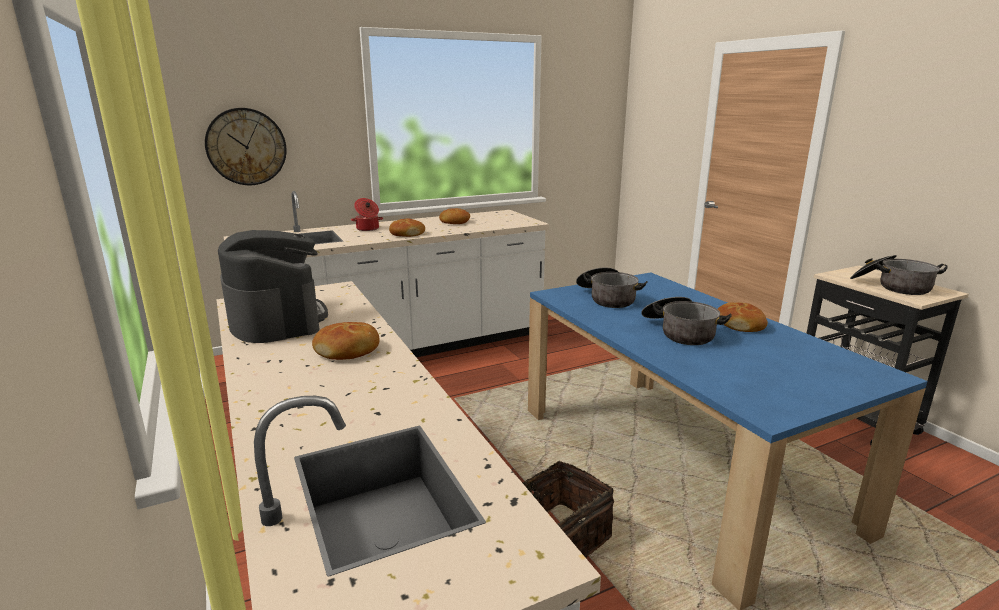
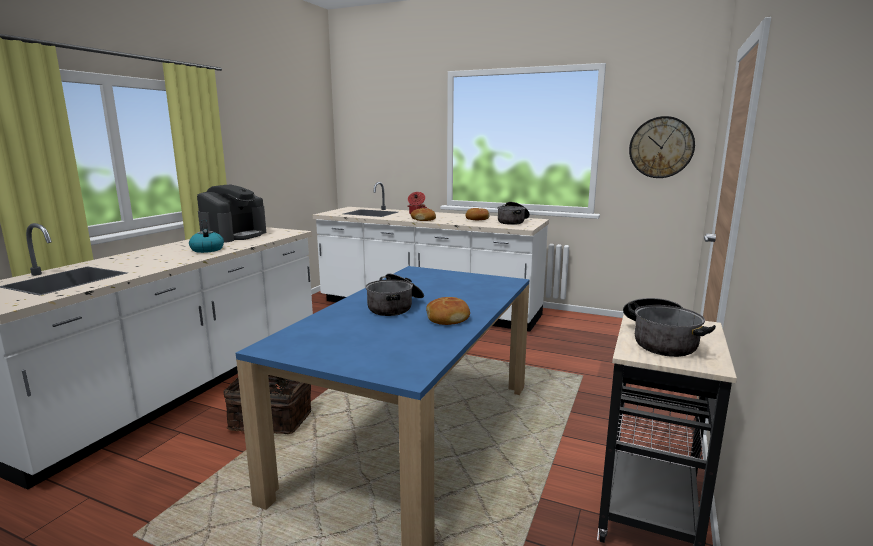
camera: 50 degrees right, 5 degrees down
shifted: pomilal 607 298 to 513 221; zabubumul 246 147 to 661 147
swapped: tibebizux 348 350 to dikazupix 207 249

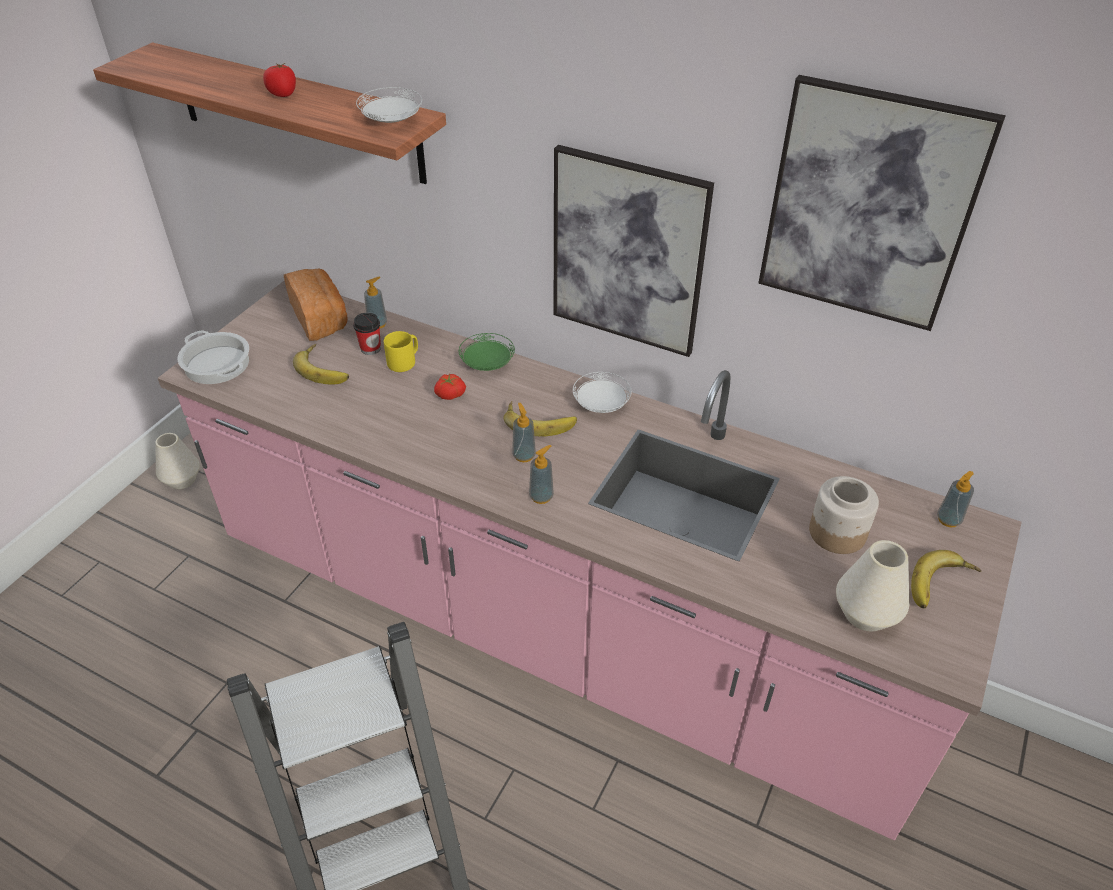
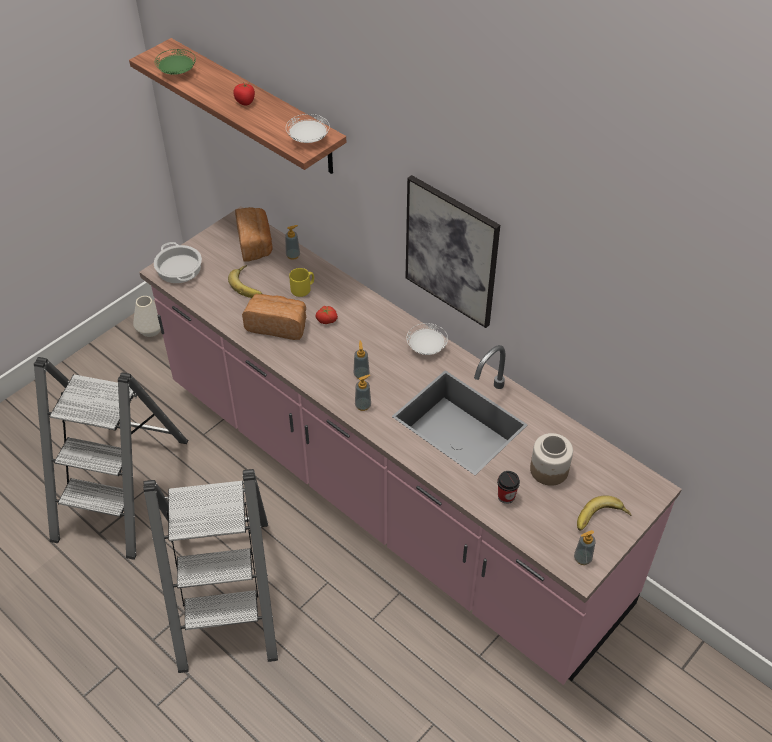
camera: 15 degrees right, 5 degrees up
gone: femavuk 539 421; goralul 869 206; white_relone 866 613
new: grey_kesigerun 122 487; tibebizux 278 325
shifted: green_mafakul 487 364 to 177 72; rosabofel 370 348 to 506 496; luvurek 948 520 to 582 558

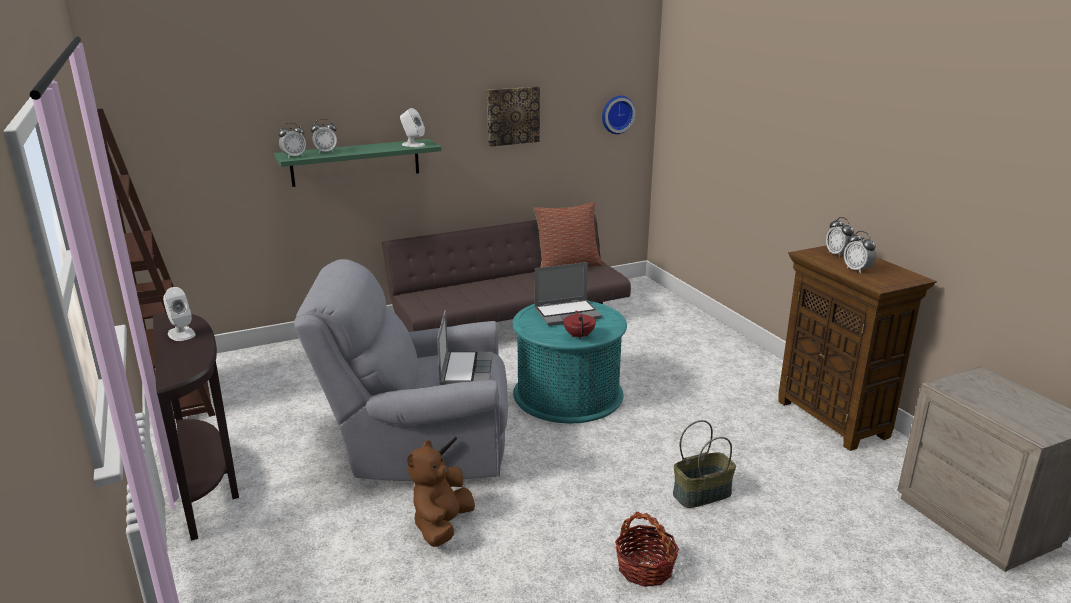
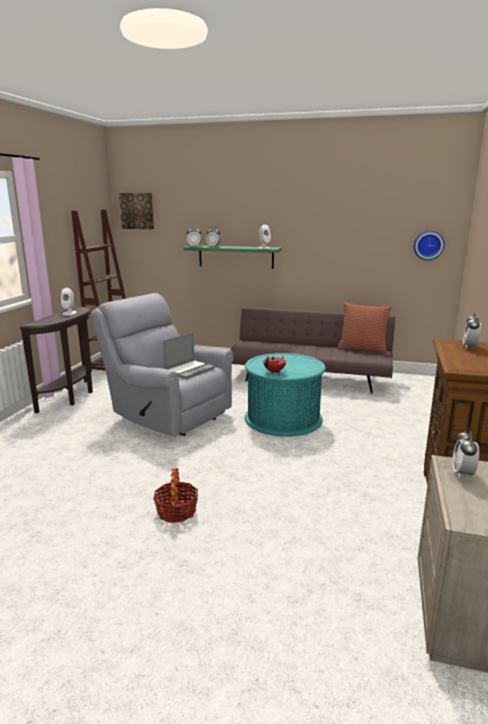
camera: 40 degrees right, 5 degrees down
gone: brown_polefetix 442 525; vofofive 567 313; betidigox 702 493
shifted: goralul 512 116 to 137 211; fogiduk 857 270 to 462 473

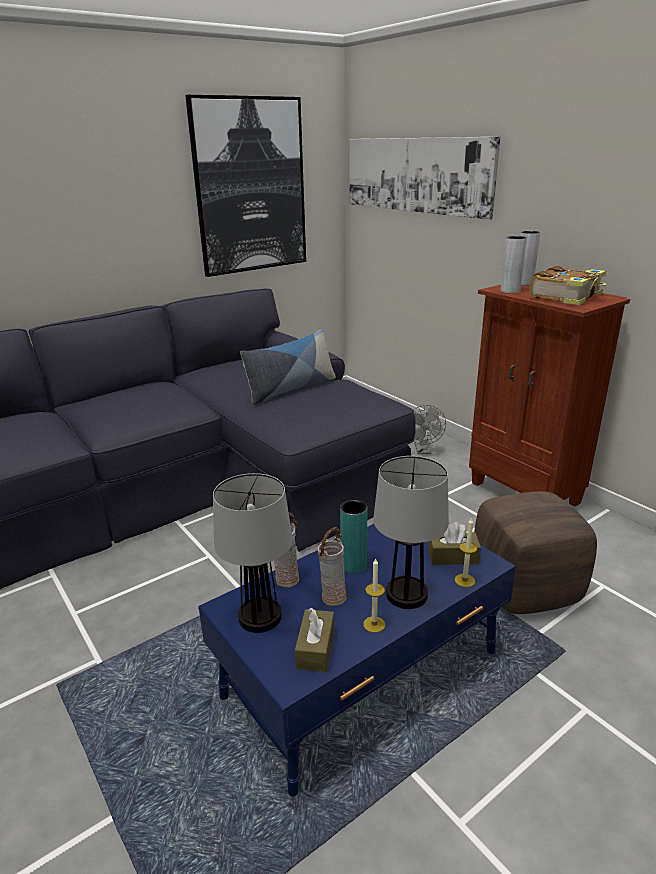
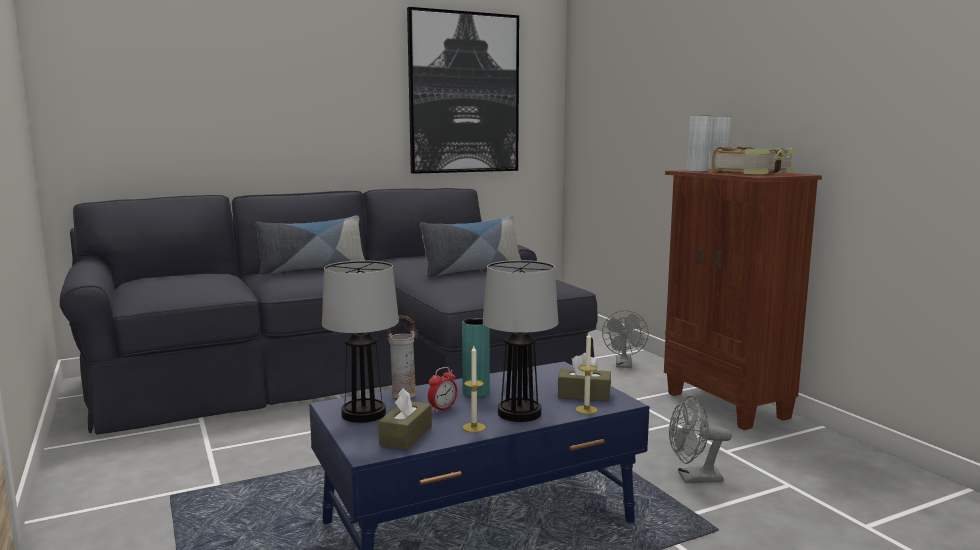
camera: 10 degrees right, 15 degrees down
gone: goralul 416 175
new: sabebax 312 269
swapped: relone 332 597 to fogiduk 442 409; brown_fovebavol 525 589 to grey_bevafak 693 478

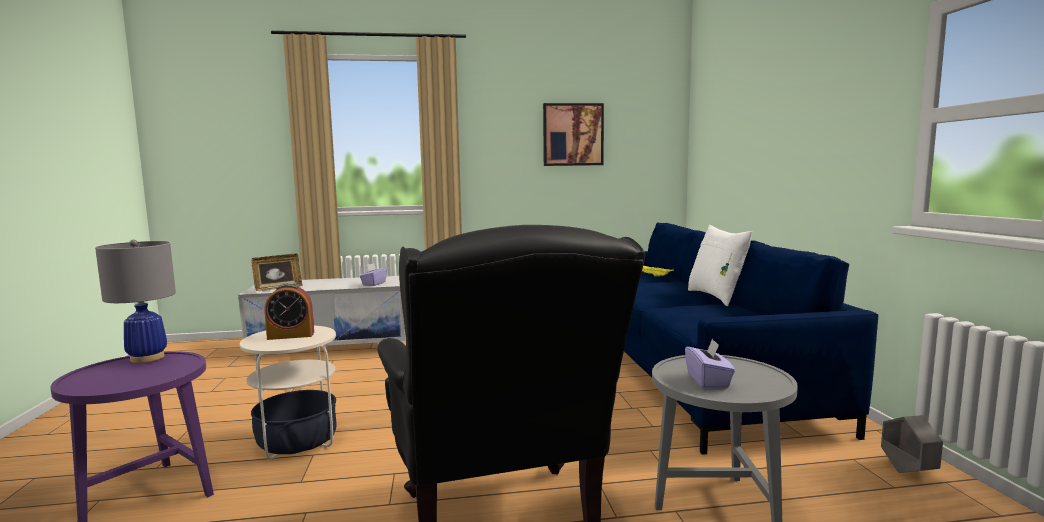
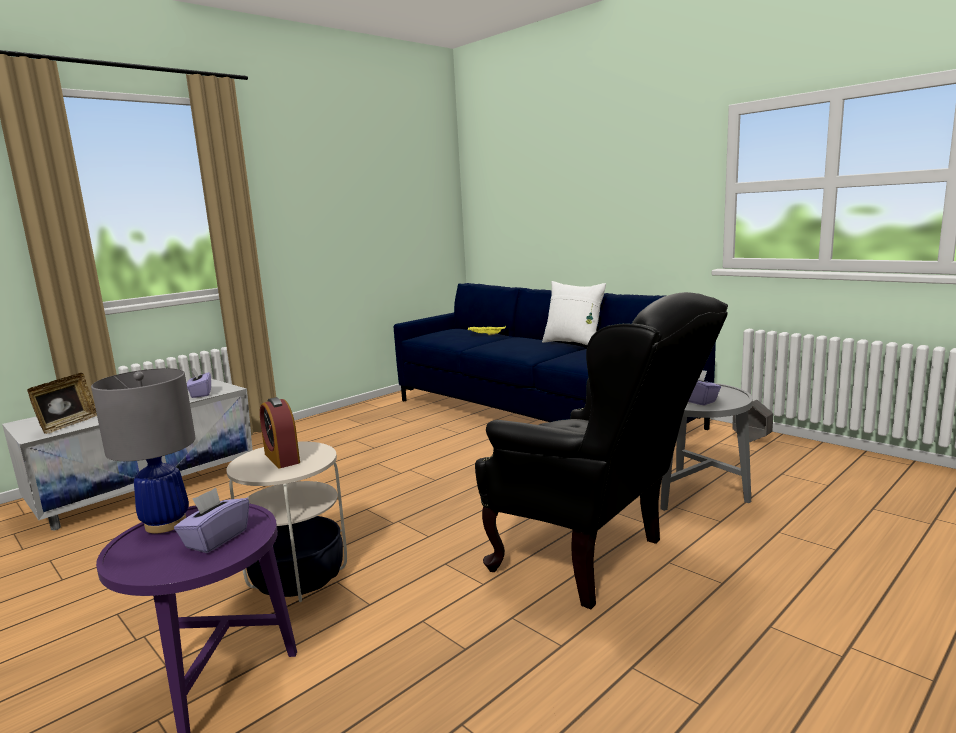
camera: 35 degrees left, 5 degrees up
gone: goralul 573 134
new: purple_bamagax 216 539
rotated: fogiduk 291 335 = 282 458 105 degrees clockwise

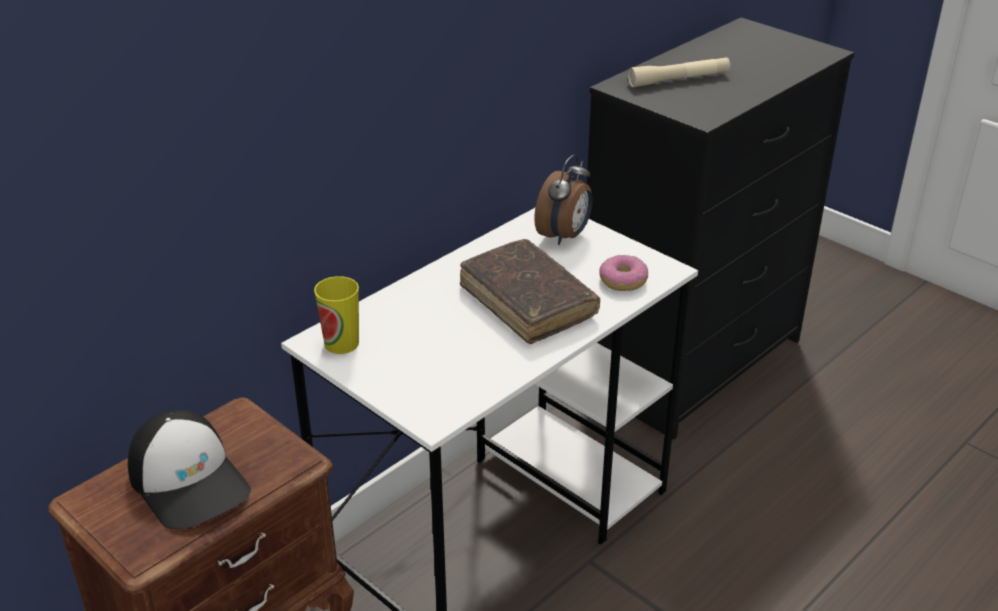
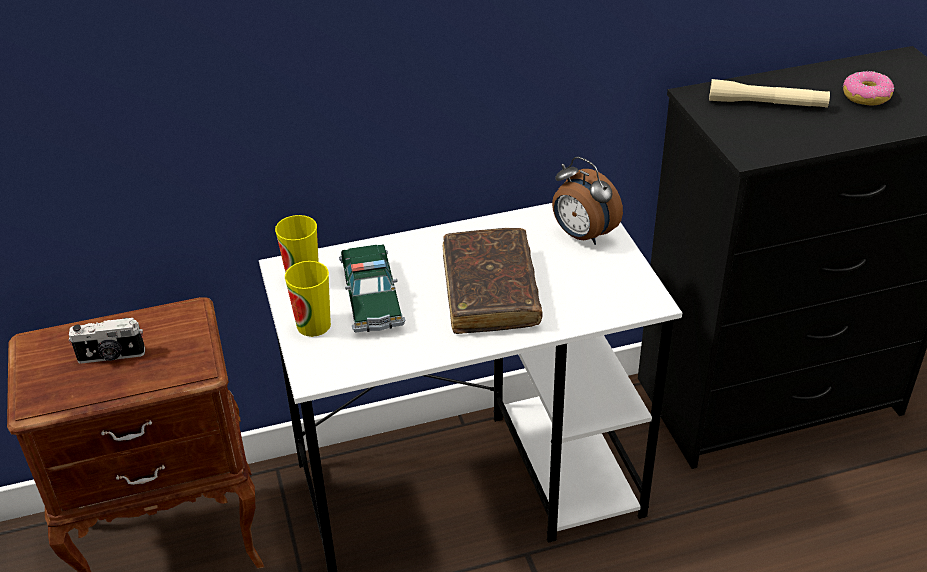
camera: 30 degrees right, 5 degrees up
new: rosabofel 313 325; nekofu 371 298
shifted: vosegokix 623 280 to 866 96
swapped: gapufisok 190 481 to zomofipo 111 356
rotated: fogiduk 565 236 = 582 235 75 degrees clockwise

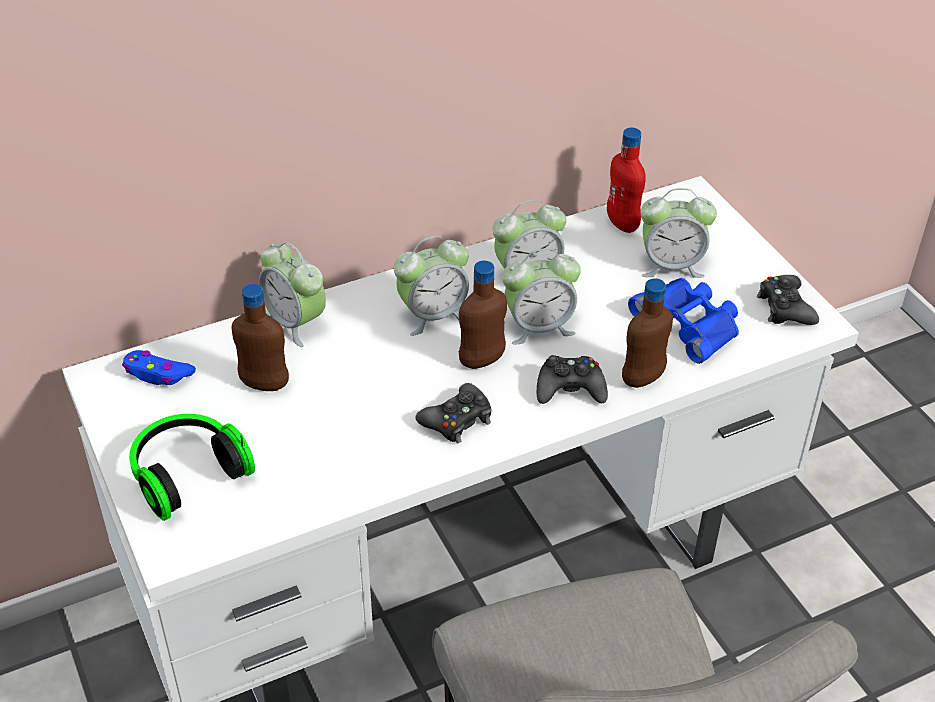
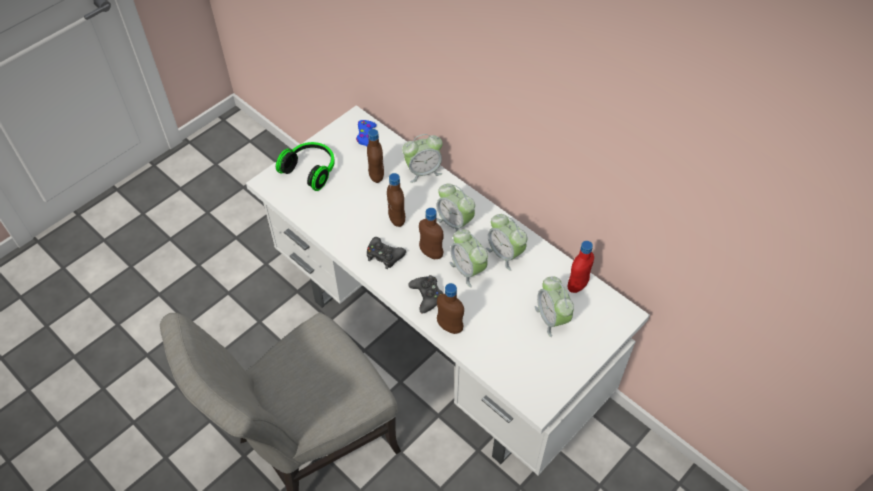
camera: 70 degrees right, 10 degrees up
gone: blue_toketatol 689 324; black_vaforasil 785 308
new: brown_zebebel 397 219
rotated: fogiduk 295 322 = 423 171 135 degrees counterclockwise

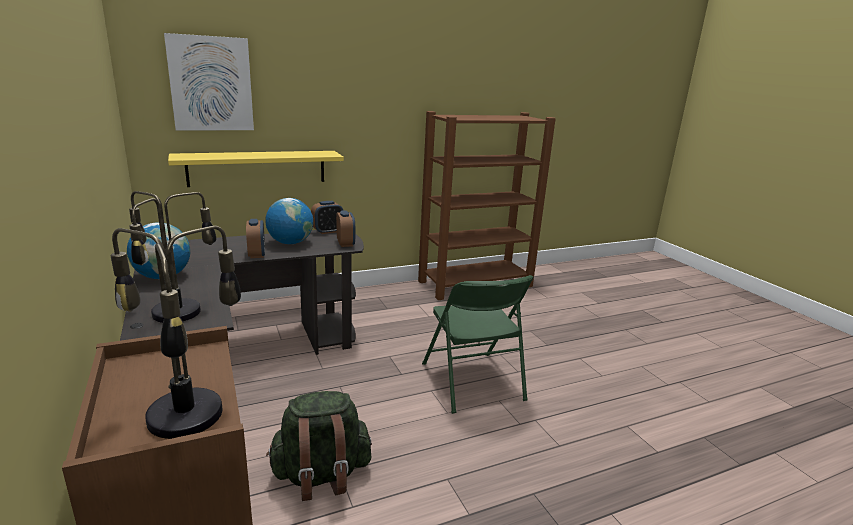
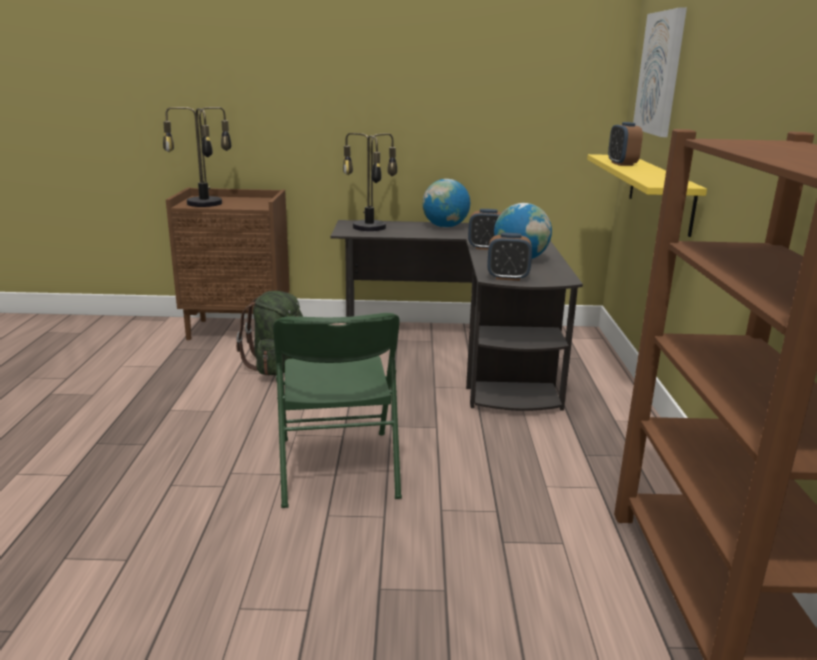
camera: 115 degrees right, 0 degrees up
shifted: fogiduk 327 231 to 622 164
rotated: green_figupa 471 381 = 337 468 105 degrees counterclockwise

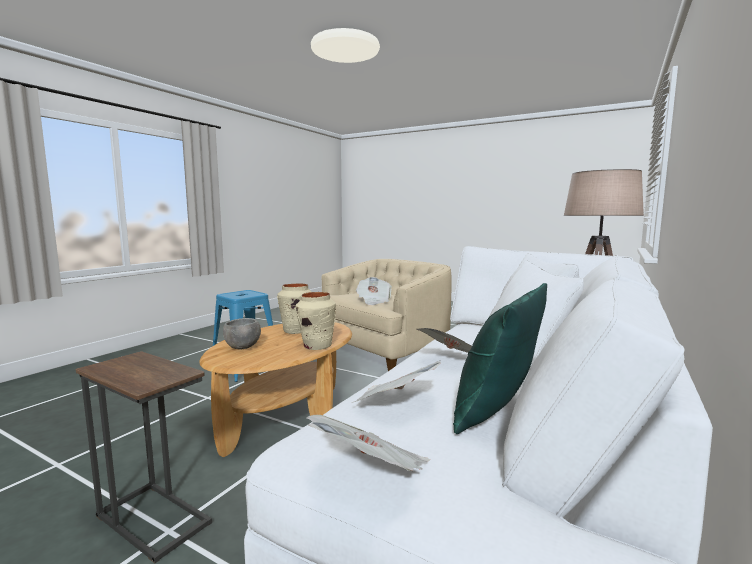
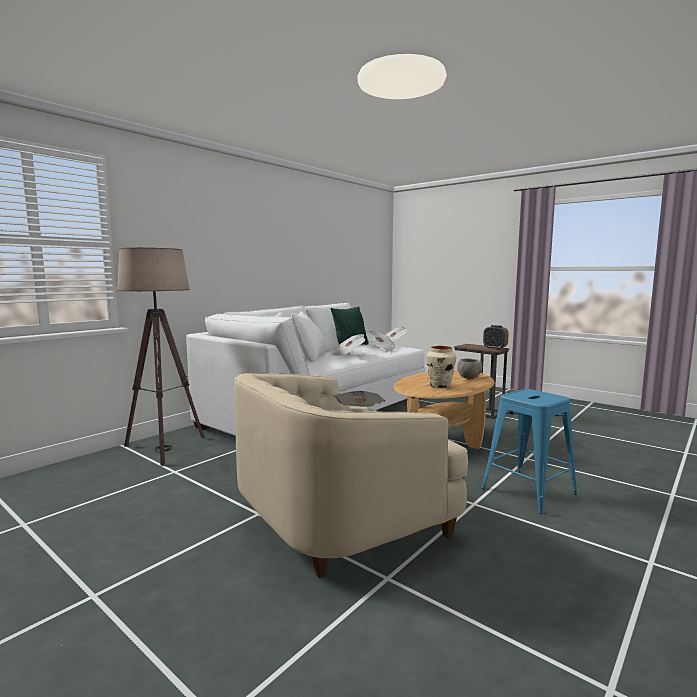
camera: 170 degrees left, 0 degrees up
gone: beige_relone 317 346
new: fogiduk 495 348

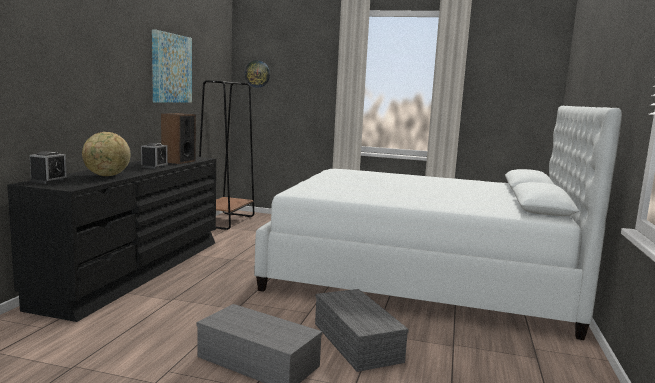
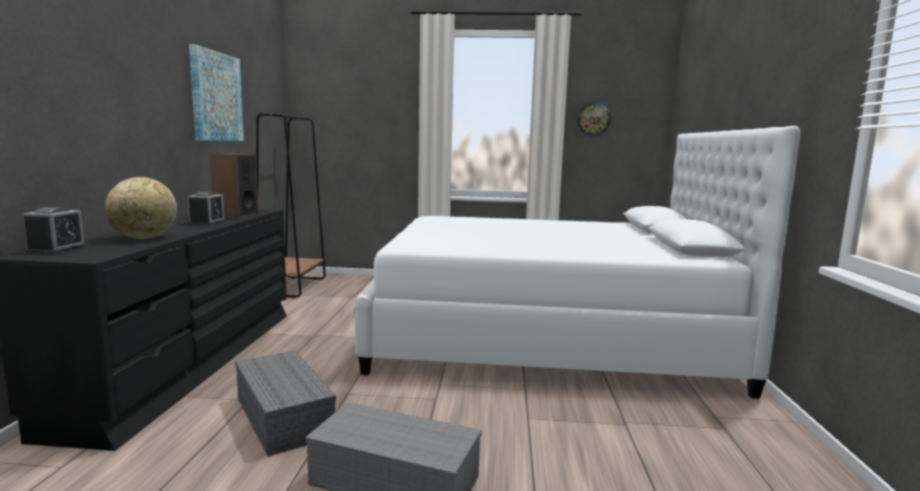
camera: 10 degrees left, 0 degrees up
shifted: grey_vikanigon 358 342 to 285 417; zabubumul 257 74 to 593 119

